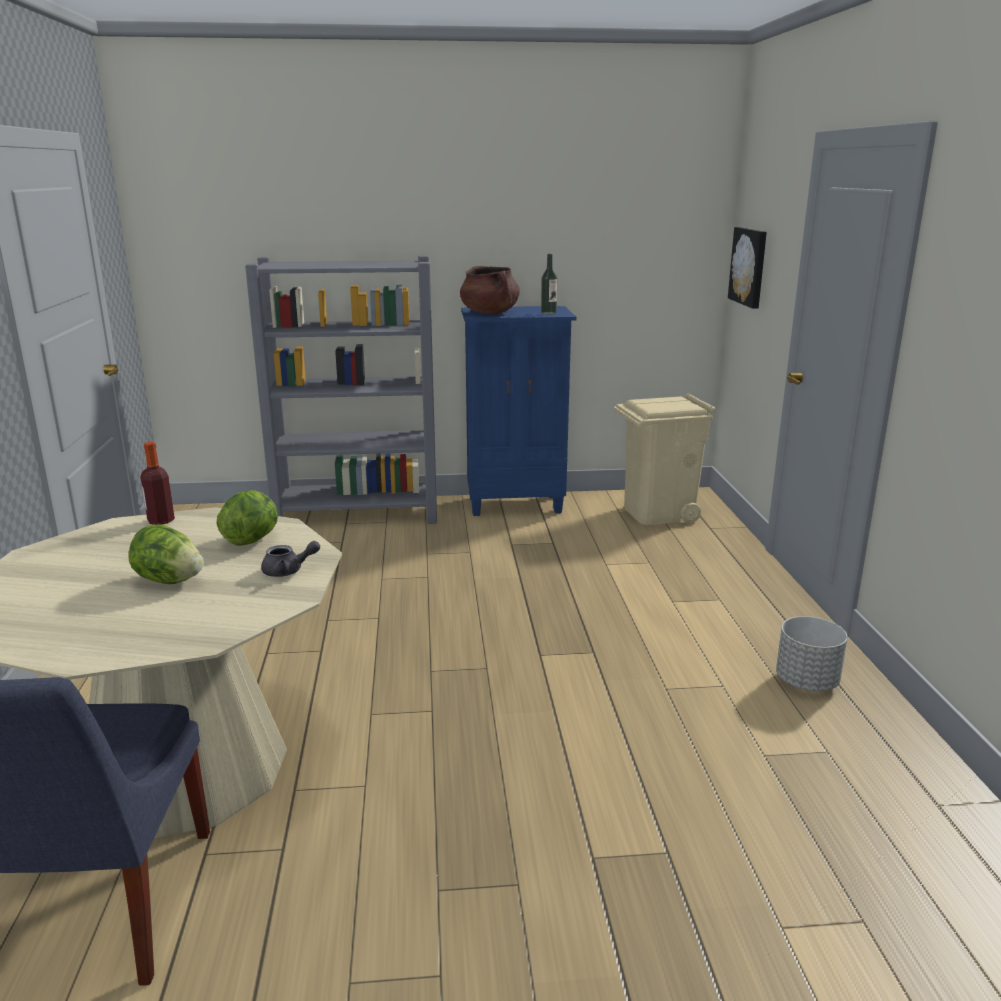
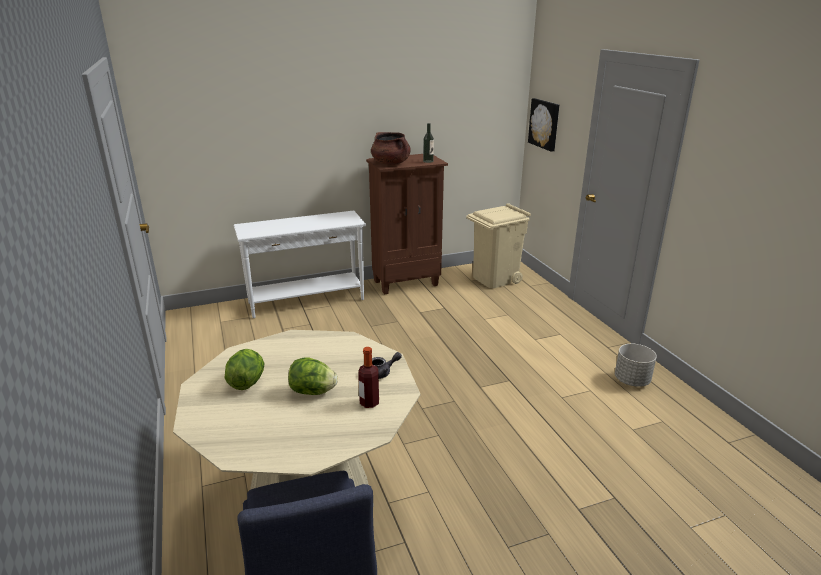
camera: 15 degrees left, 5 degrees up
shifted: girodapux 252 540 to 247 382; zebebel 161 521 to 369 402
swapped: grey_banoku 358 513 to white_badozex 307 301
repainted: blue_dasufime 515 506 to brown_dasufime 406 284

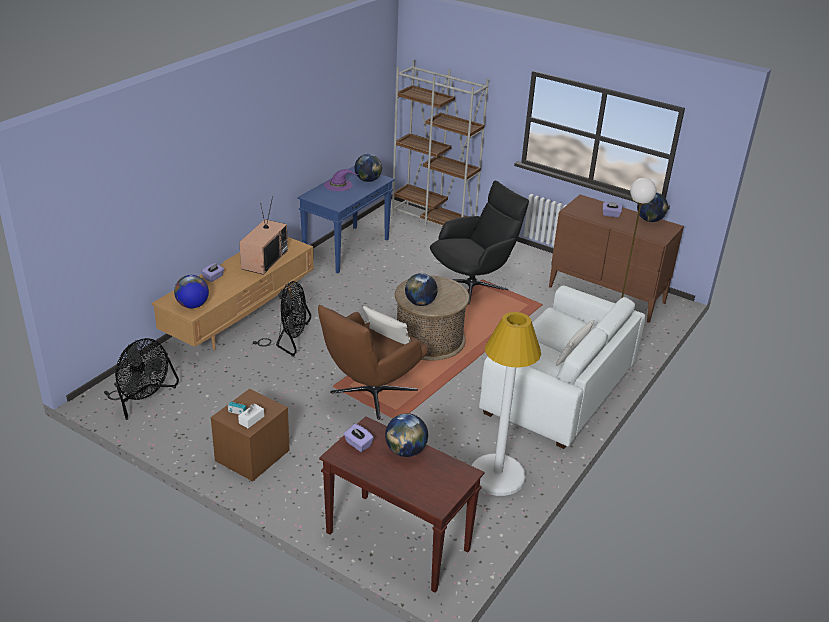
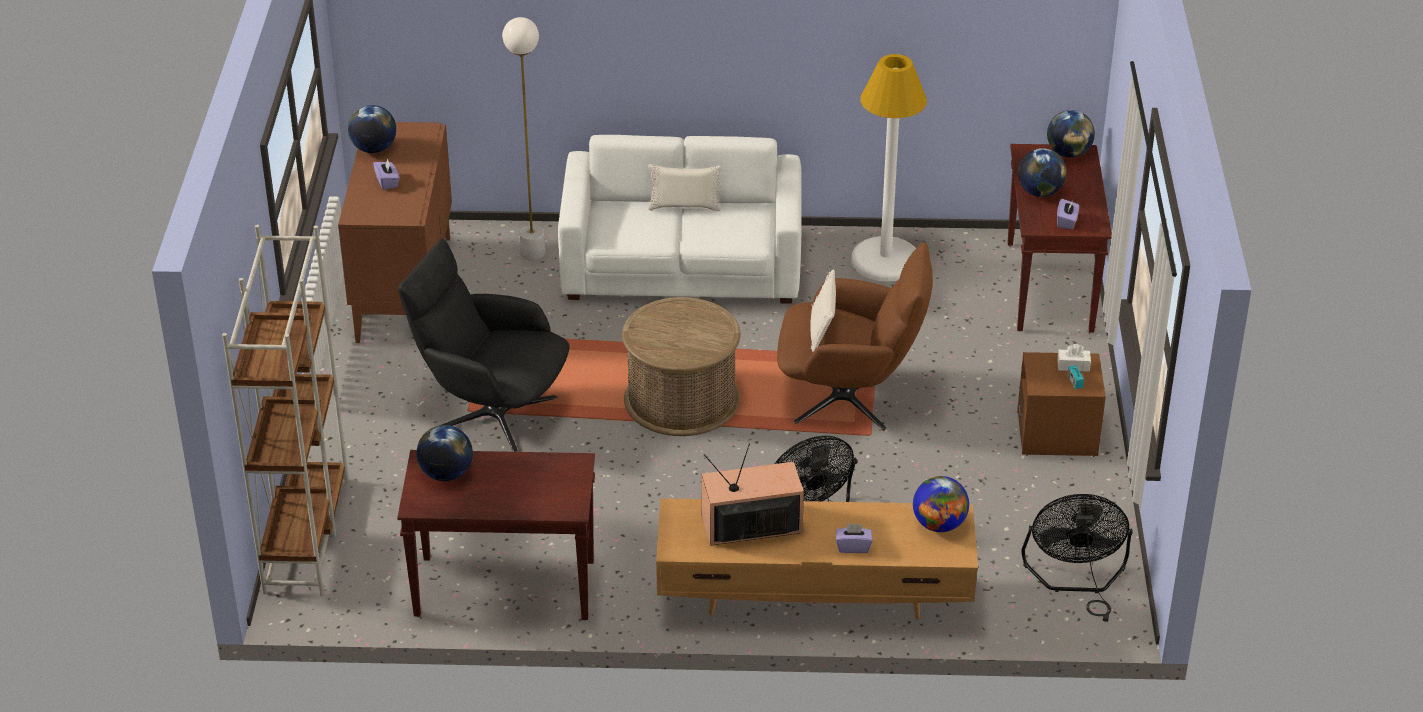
camera: 120 degrees left, 5 degrees up
gone: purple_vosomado 338 185
shifted: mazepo 420 303 to 1068 153
repainted: blue_badozex 346 249 to brown_badozex 503 589

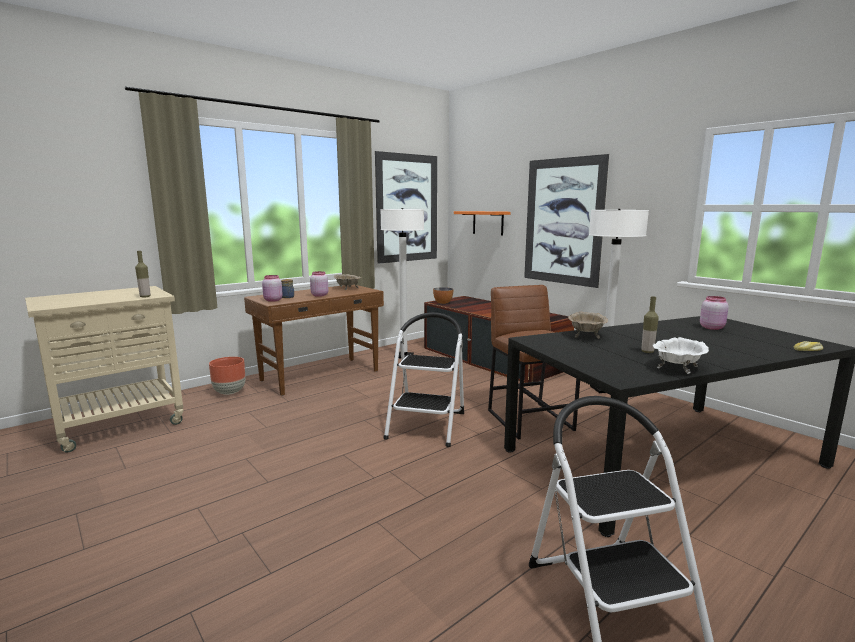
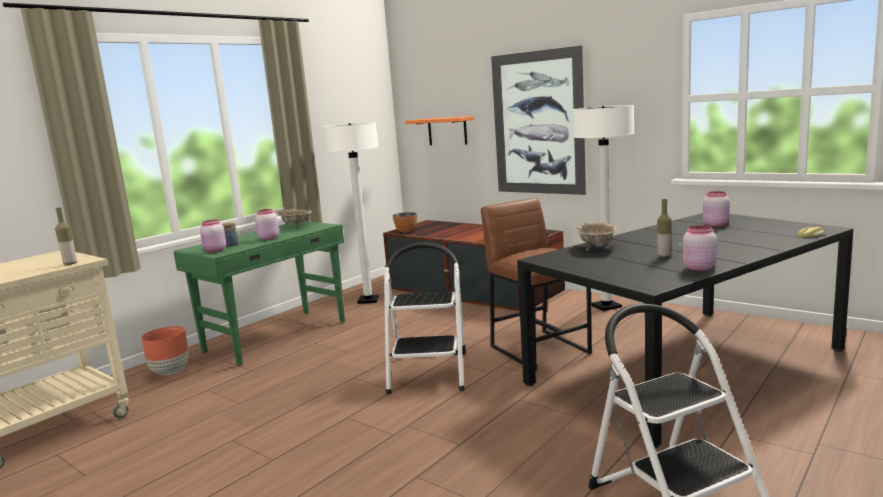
camera: 10 degrees left, 0 degrees up
gone: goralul 407 208
swapped: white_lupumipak 677 367 to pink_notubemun 698 268
repainted: brown_badozex 320 375 to green_badozex 276 336

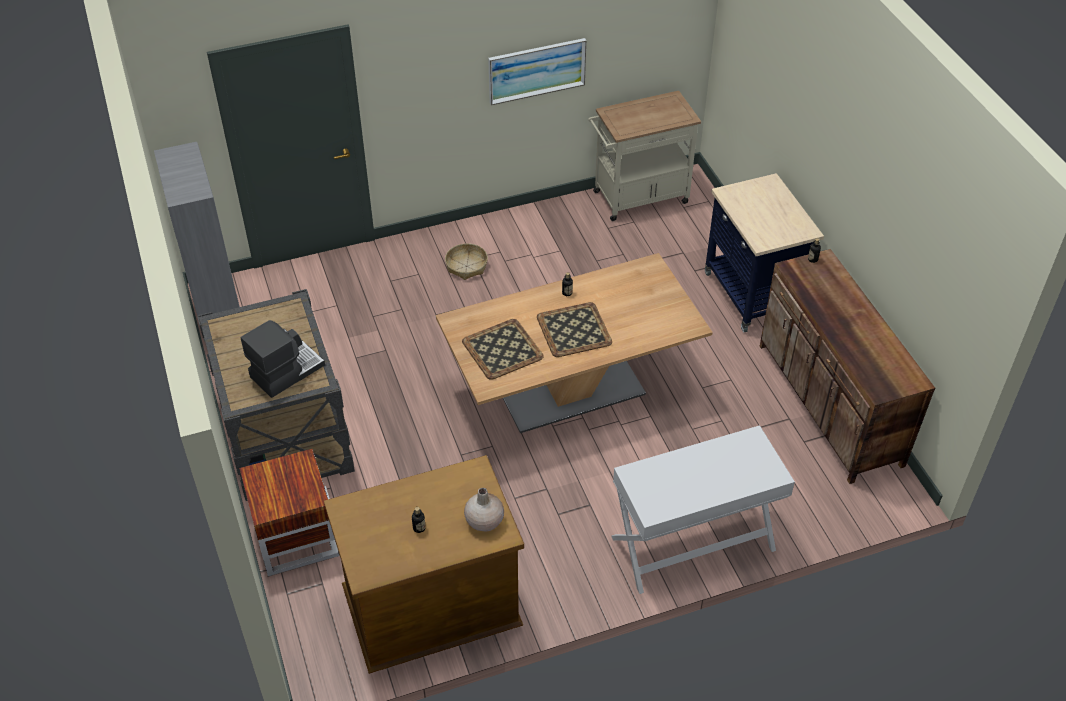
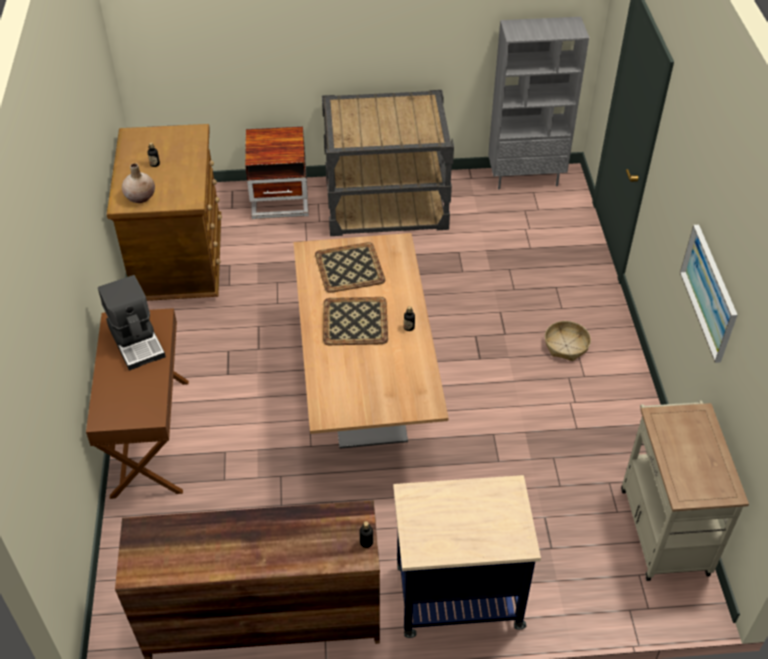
camera: 105 degrees right, 0 degrees up
shifted: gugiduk 286 371 to 137 341
repainted: white_badozex 693 543 to brown_badozex 150 437

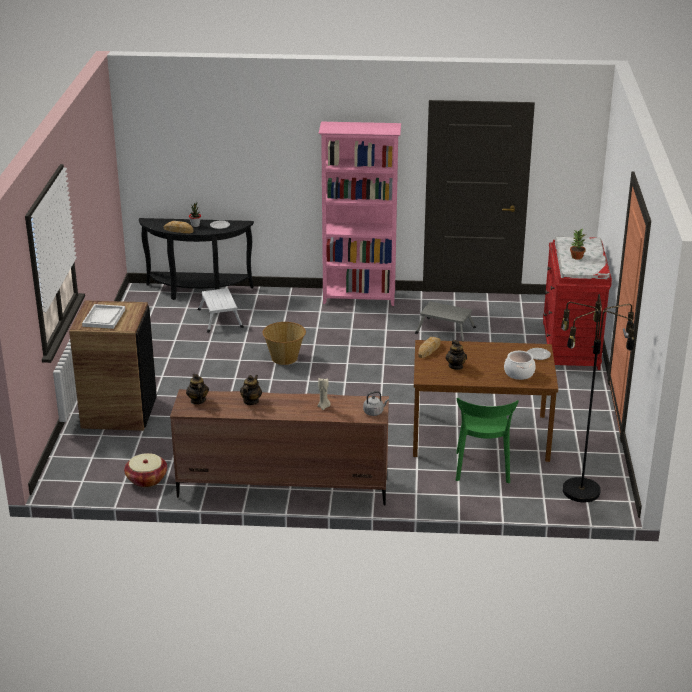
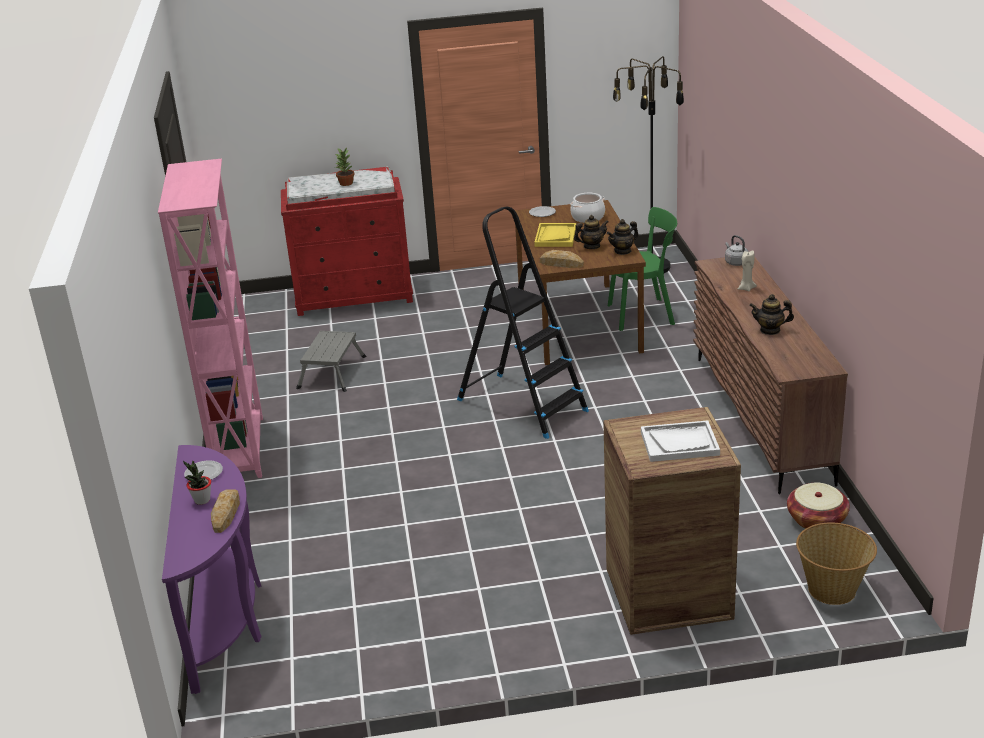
camera: 100 degrees left, 0 degrees up
gone: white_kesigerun 220 318
new: black_kesigerun 522 405; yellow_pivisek 555 236
shifted: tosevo 197 400 to 623 251; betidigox 284 358 to 832 589
repainted: black_badozex 197 292 to purple_badozex 226 617

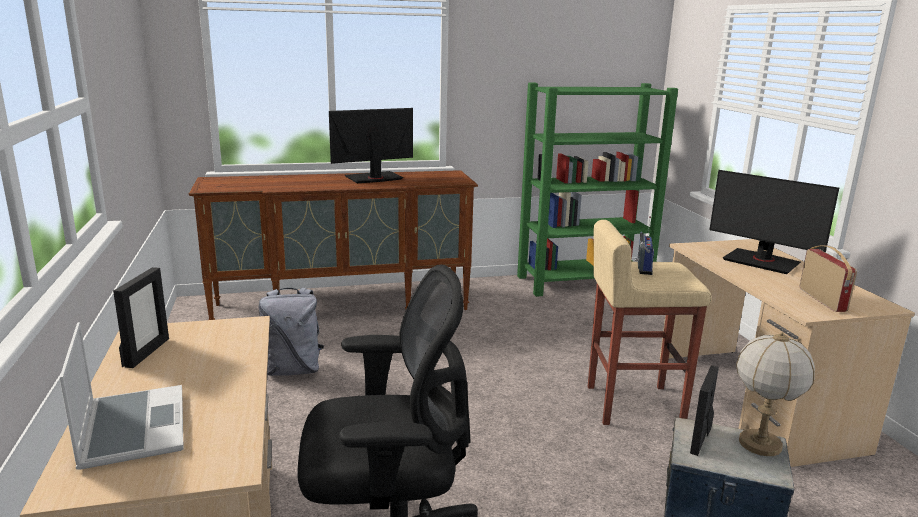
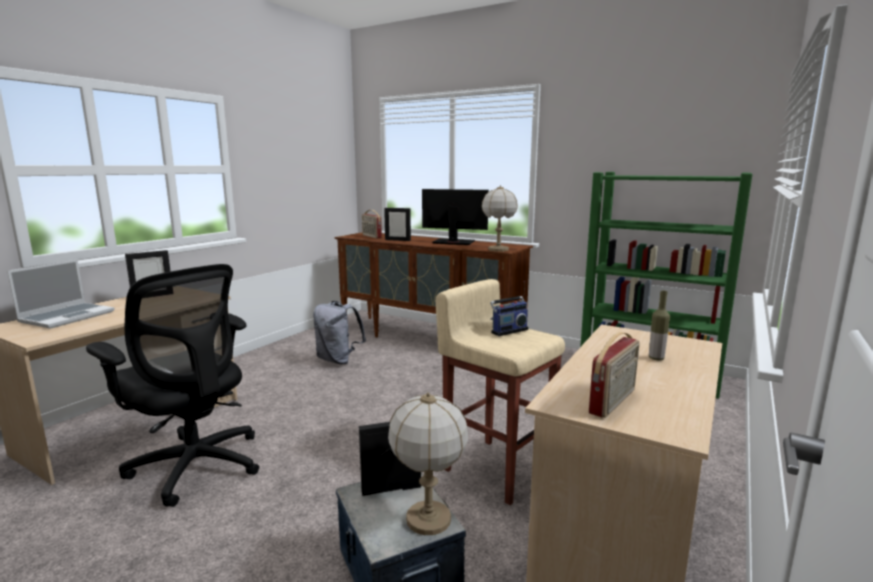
camera: 45 degrees right, 5 degrees down
new: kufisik 371 236; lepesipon 398 240; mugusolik 498 249
swapped: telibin 761 261 to zebebel 656 358

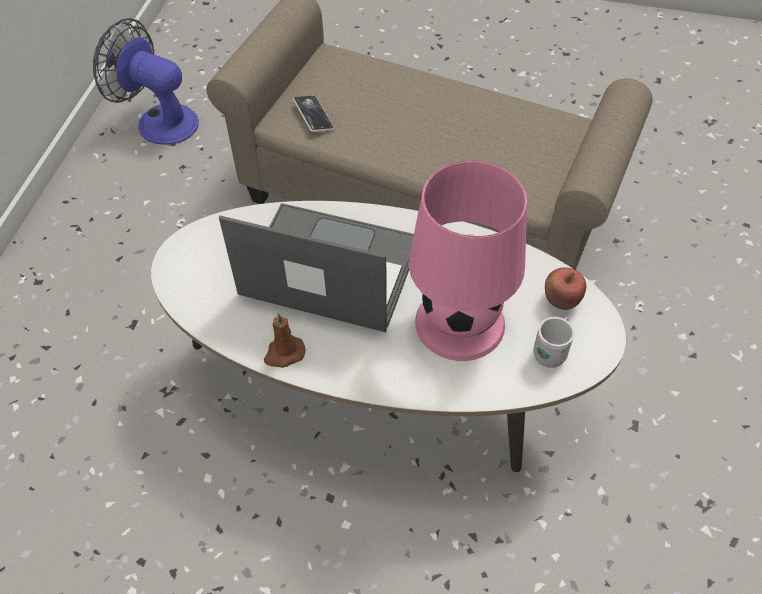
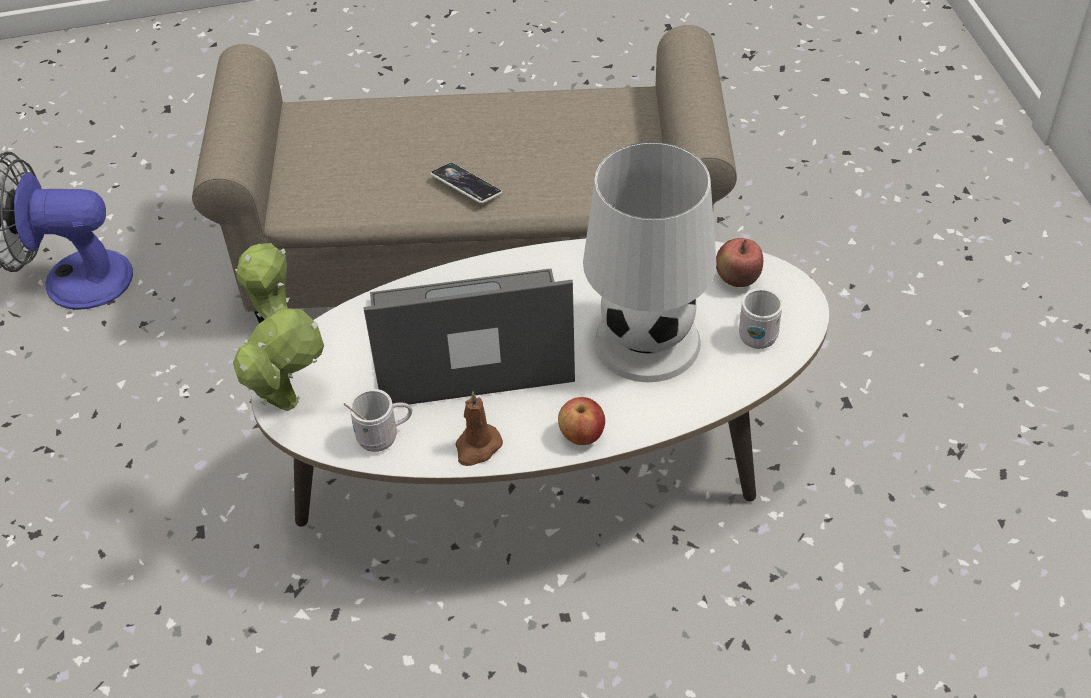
camera: 25 degrees left, 5 degrees down
new: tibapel 287 395; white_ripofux 384 437; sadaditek 582 435
shifted: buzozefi 313 116 to 466 186
repainted: pink_mugusolik 458 322 to white_mugusolik 645 342

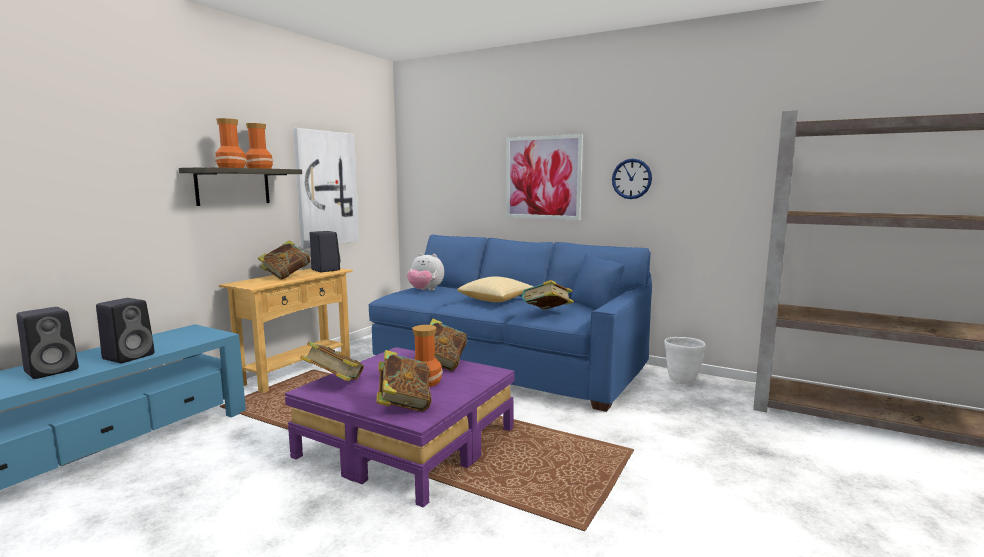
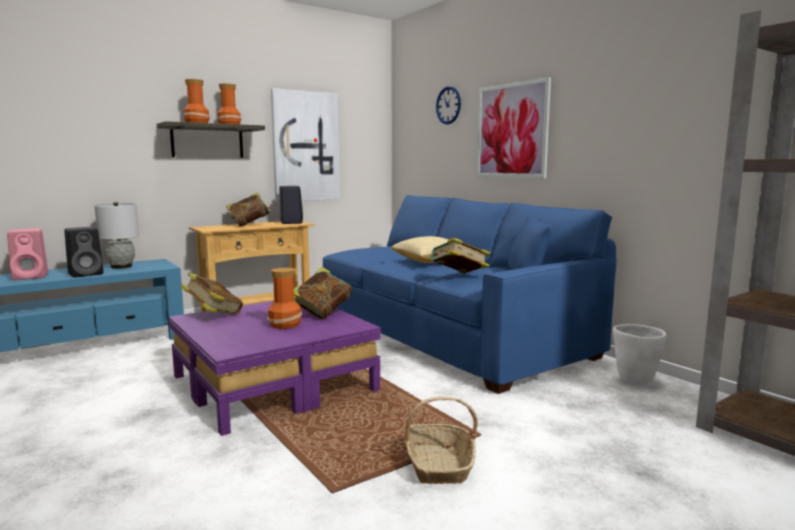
camera: 25 degrees right, 0 degrees up
gone: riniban 404 404; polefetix 425 290
new: white_mugusolik 121 267; betidigox 438 464
shifted: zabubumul 631 179 to 448 105
repainted: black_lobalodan 53 370 to pink_lobalodan 32 276

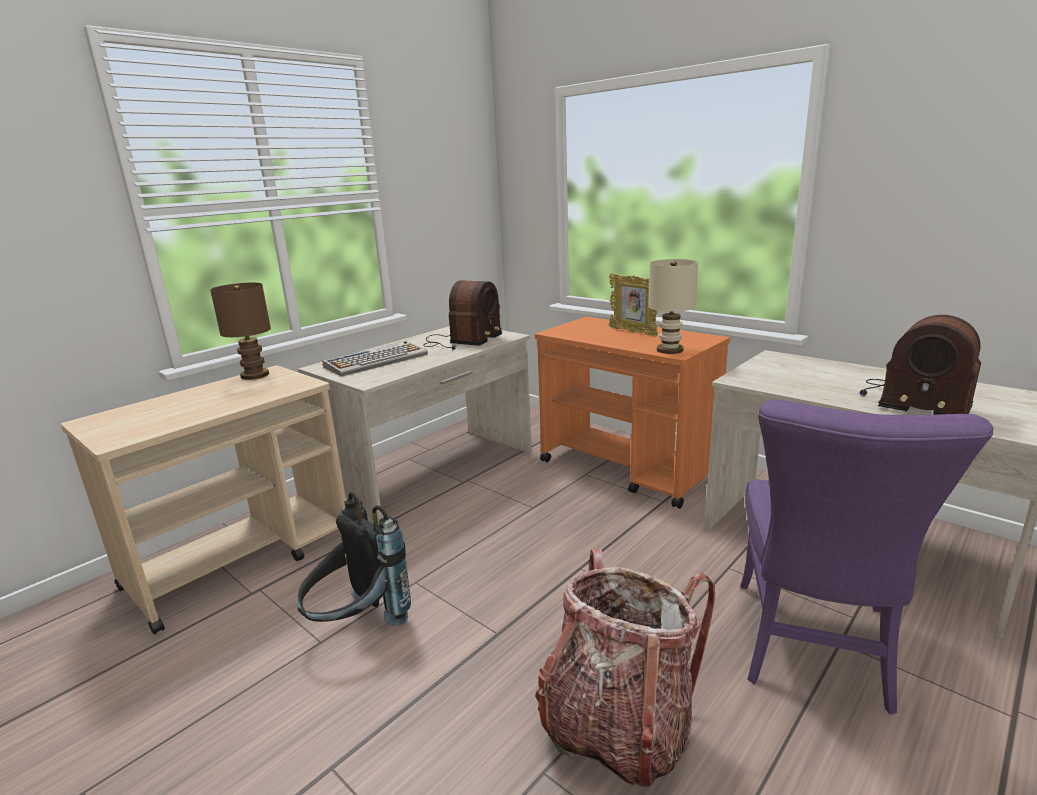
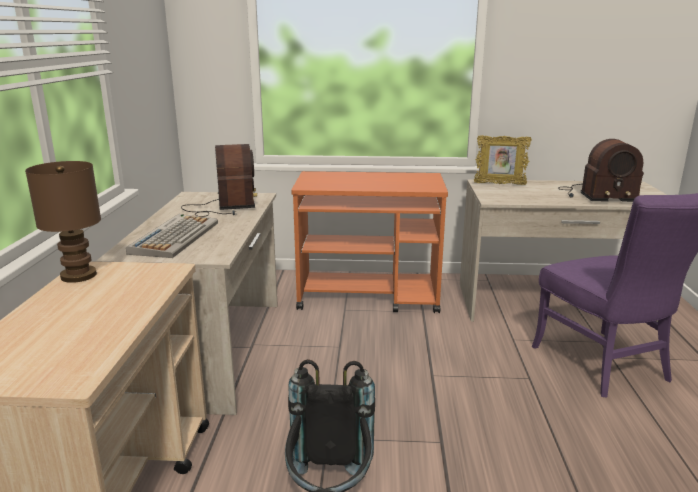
camera: 40 degrees left, 0 degrees up
gone: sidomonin 617 726; beige_mugusolik 669 350
shifted: lepesipon 633 332 to 499 184

